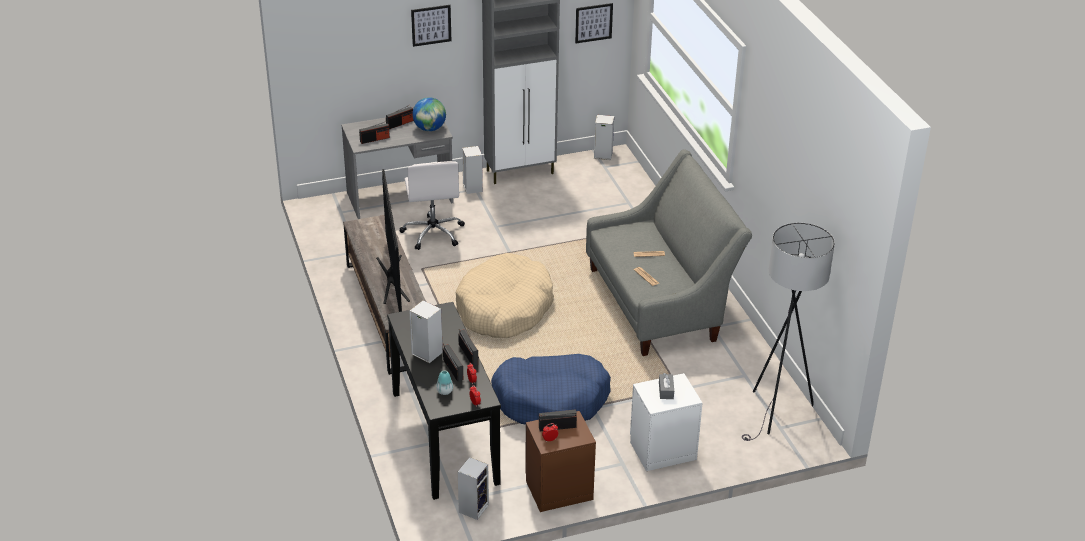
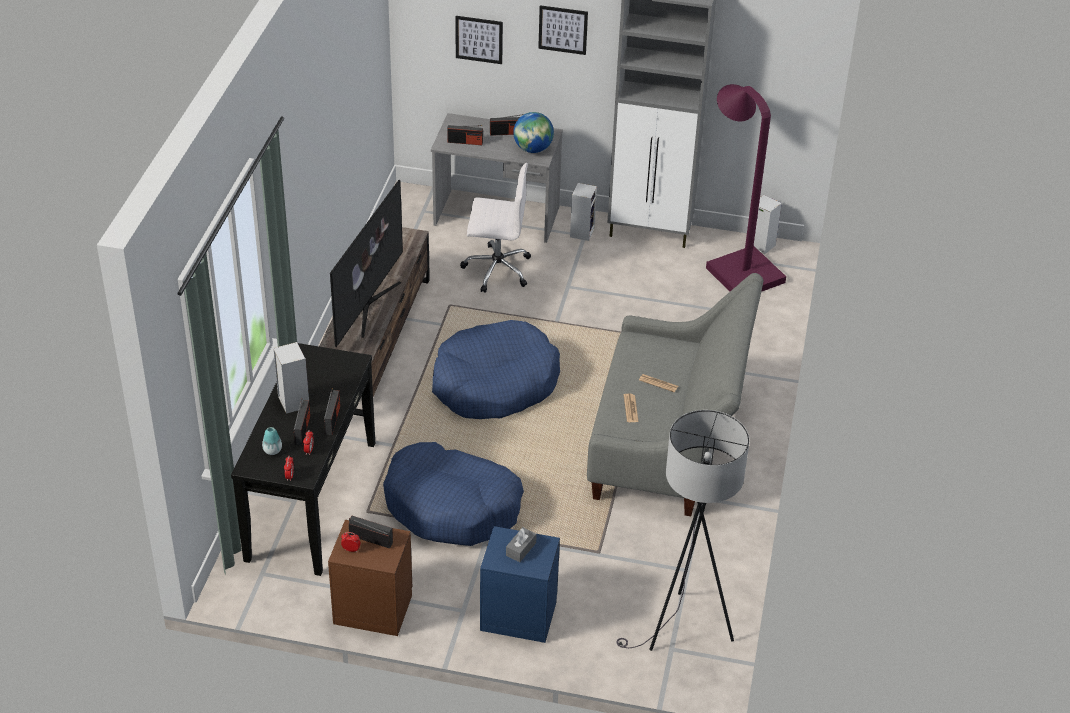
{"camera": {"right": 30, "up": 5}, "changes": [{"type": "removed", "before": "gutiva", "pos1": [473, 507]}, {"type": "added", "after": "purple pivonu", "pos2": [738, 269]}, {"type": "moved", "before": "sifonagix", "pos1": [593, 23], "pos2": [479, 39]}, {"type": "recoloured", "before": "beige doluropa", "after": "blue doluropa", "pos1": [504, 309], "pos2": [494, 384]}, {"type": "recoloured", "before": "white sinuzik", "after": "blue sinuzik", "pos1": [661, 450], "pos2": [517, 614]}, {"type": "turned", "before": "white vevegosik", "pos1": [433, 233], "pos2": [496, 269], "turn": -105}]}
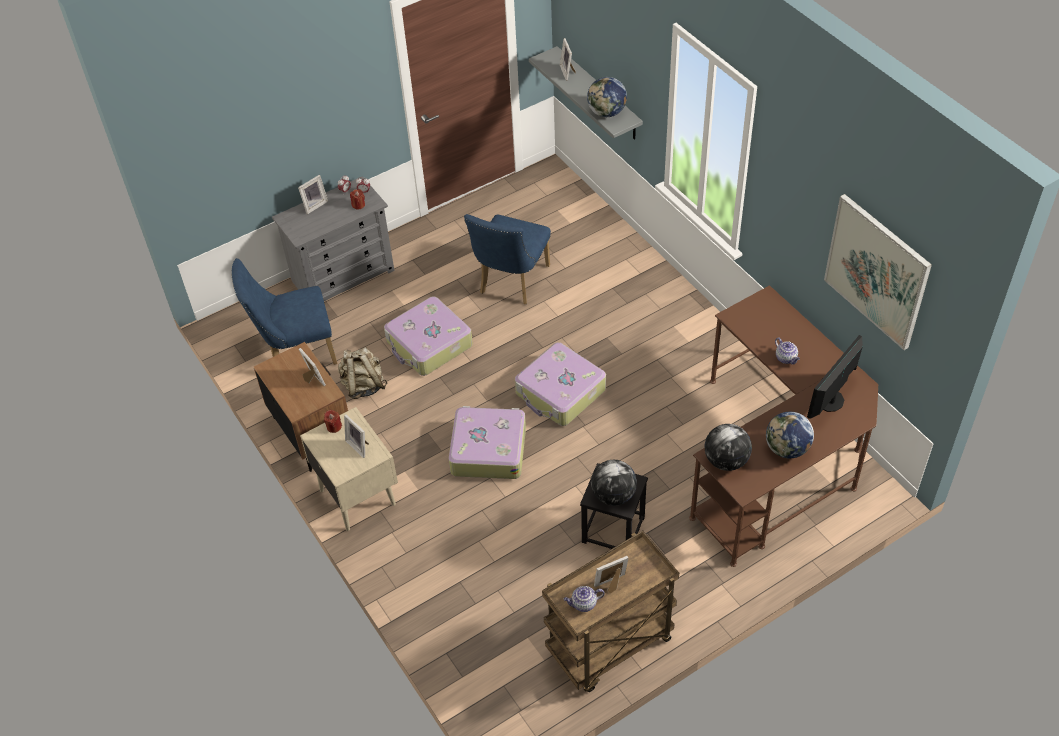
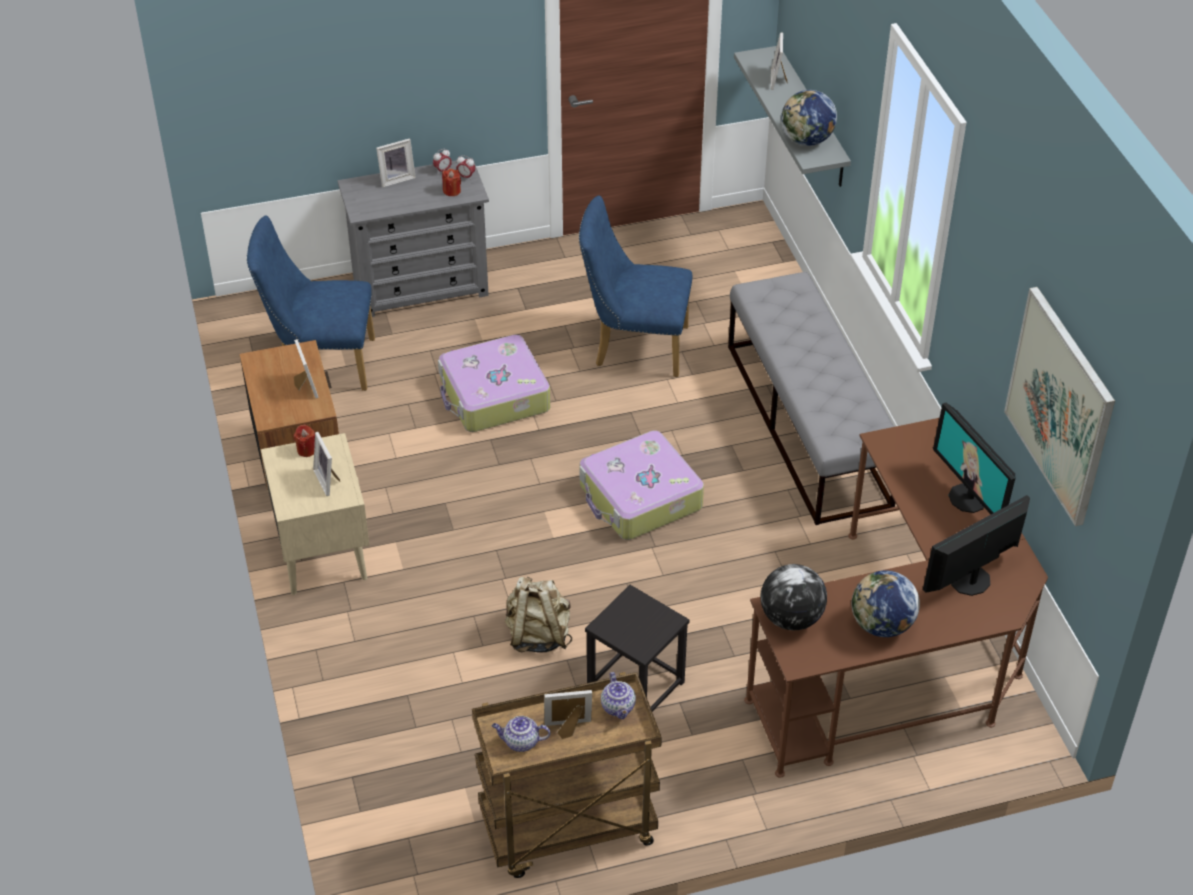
{"camera": {"right": 15, "up": -5}, "changes": [{"type": "removed", "before": "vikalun", "pos1": [488, 449]}, {"type": "removed", "before": "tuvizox", "pos1": [613, 495]}, {"type": "added", "after": "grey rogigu", "pos2": [808, 425]}, {"type": "added", "after": "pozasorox", "pos2": [968, 498]}, {"type": "moved", "before": "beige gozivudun", "pos1": [363, 385], "pos2": [538, 635]}, {"type": "moved", "before": "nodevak", "pos1": [786, 358], "pos2": [618, 707]}, {"type": "turned", "before": "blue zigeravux", "pos1": [511, 282], "pos2": [633, 346], "turn": 60}]}
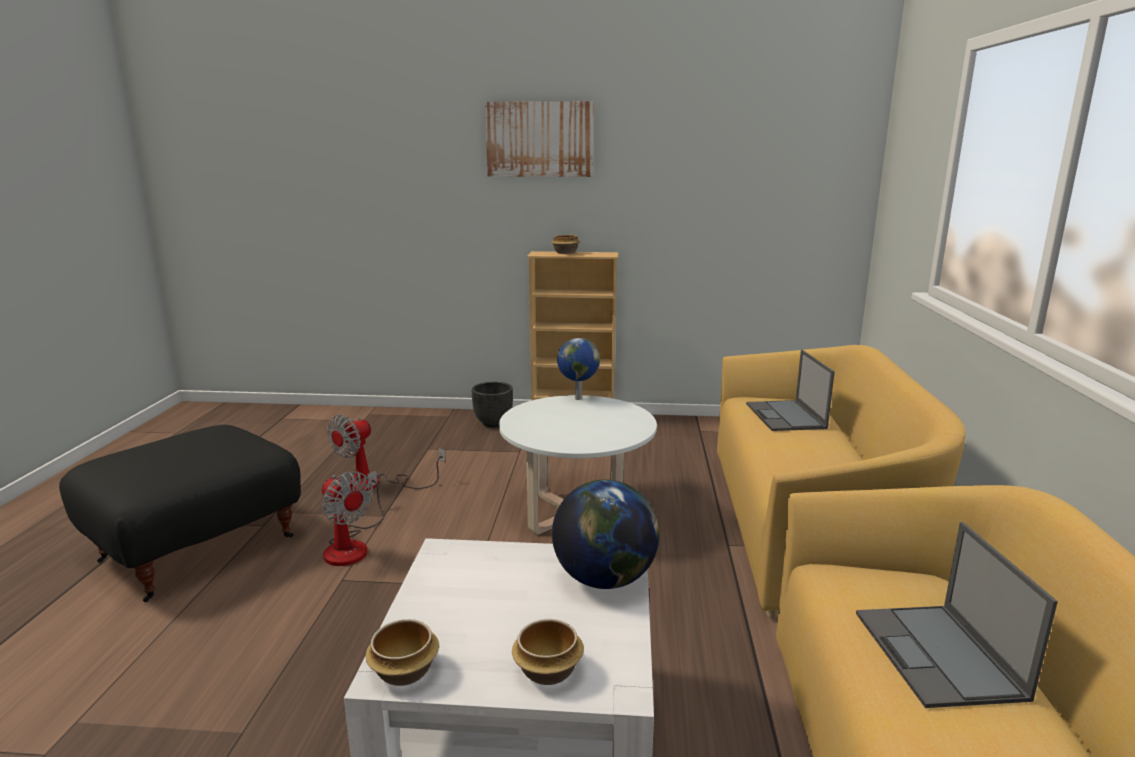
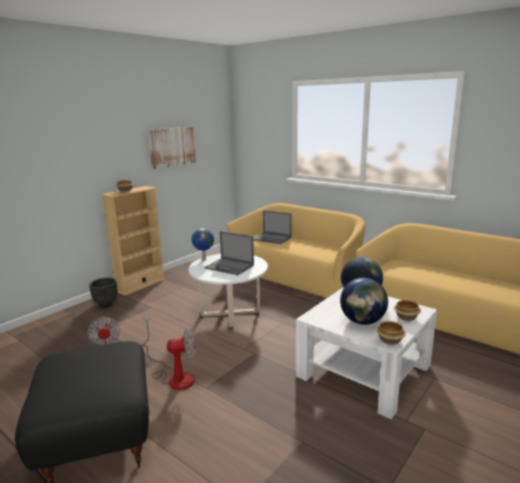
{"camera": {"right": -55, "up": 0}, "changes": [{"type": "added", "after": "tuvizox", "pos2": [362, 321]}, {"type": "moved", "before": "sifonagix", "pos1": [540, 139], "pos2": [172, 146]}, {"type": "moved", "before": "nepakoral", "pos1": [939, 655], "pos2": [230, 266]}]}
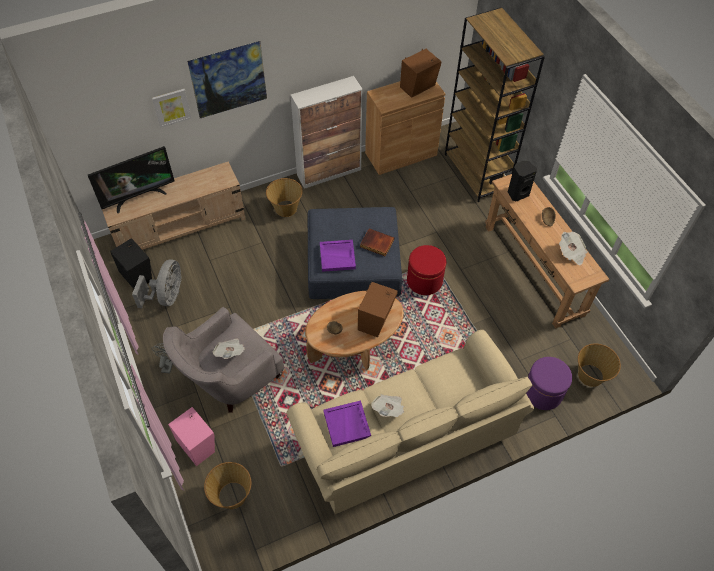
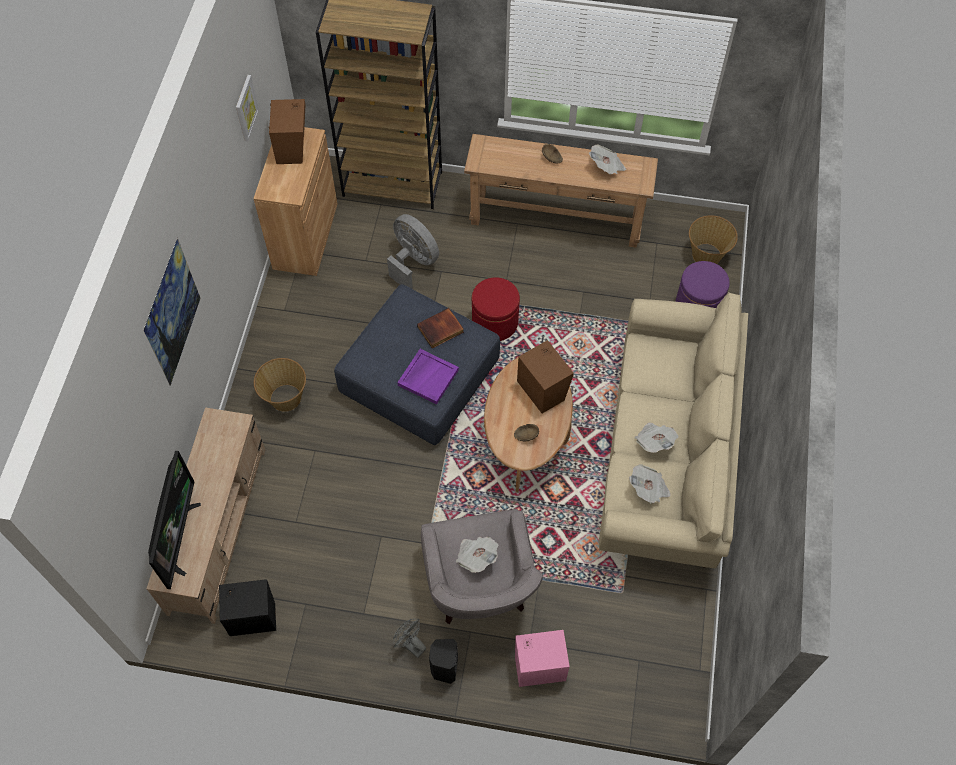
{"camera": {"right": -55, "up": 5}, "changes": [{"type": "removed", "before": "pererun", "pos1": [232, 495]}, {"type": "removed", "before": "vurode", "pos1": [329, 172]}, {"type": "moved", "before": "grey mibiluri", "pos1": [167, 296], "pos2": [413, 262]}, {"type": "moved", "before": "sifonagix", "pos1": [171, 107], "pos2": [246, 108]}, {"type": "moved", "before": "black gutiva", "pos1": [517, 193], "pos2": [444, 668]}, {"type": "replaced", "before": "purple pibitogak", "after": "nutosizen", "pos1": [347, 424], "pos2": [648, 489]}]}
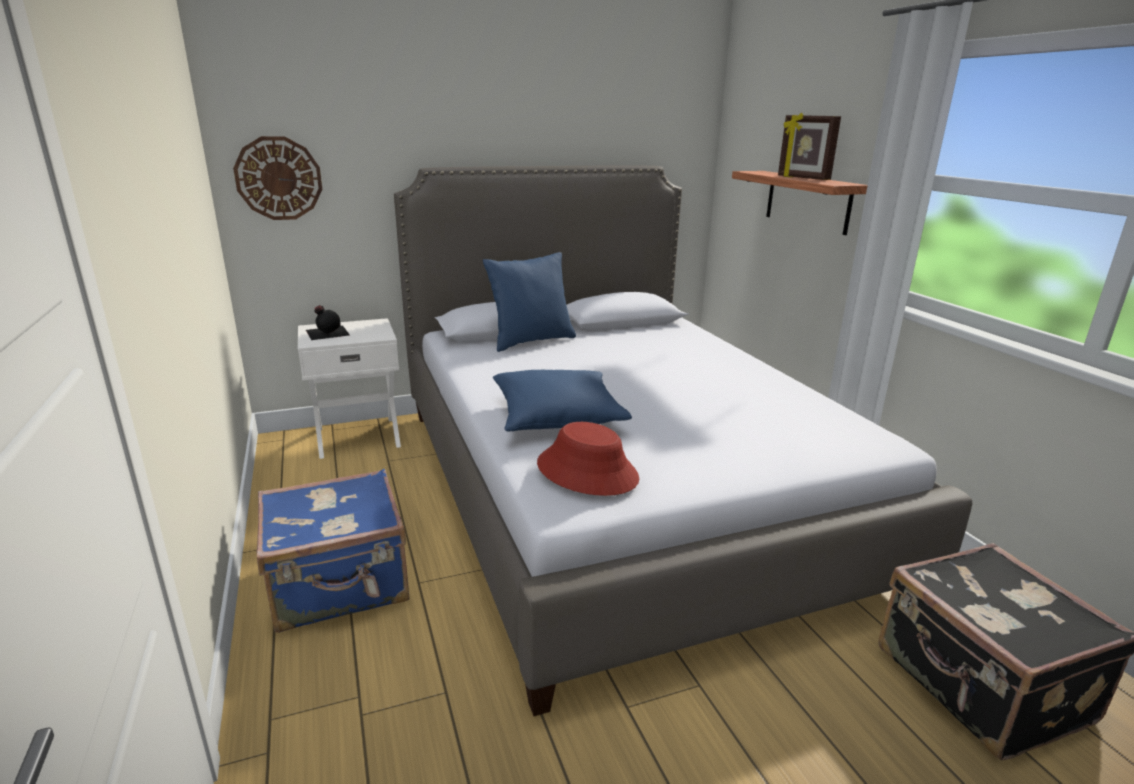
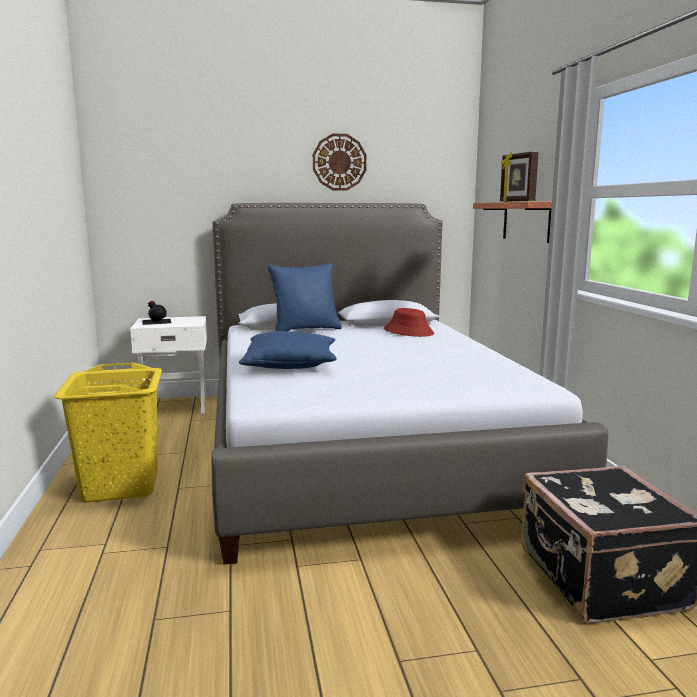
{"camera": {"right": 10, "up": -10}, "changes": [{"type": "moved", "before": "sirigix", "pos1": [279, 178], "pos2": [339, 162]}, {"type": "moved", "before": "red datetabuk", "pos1": [587, 471], "pos2": [408, 332]}, {"type": "replaced", "before": "blue vikalun", "after": "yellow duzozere", "pos1": [340, 585], "pos2": [121, 485]}]}
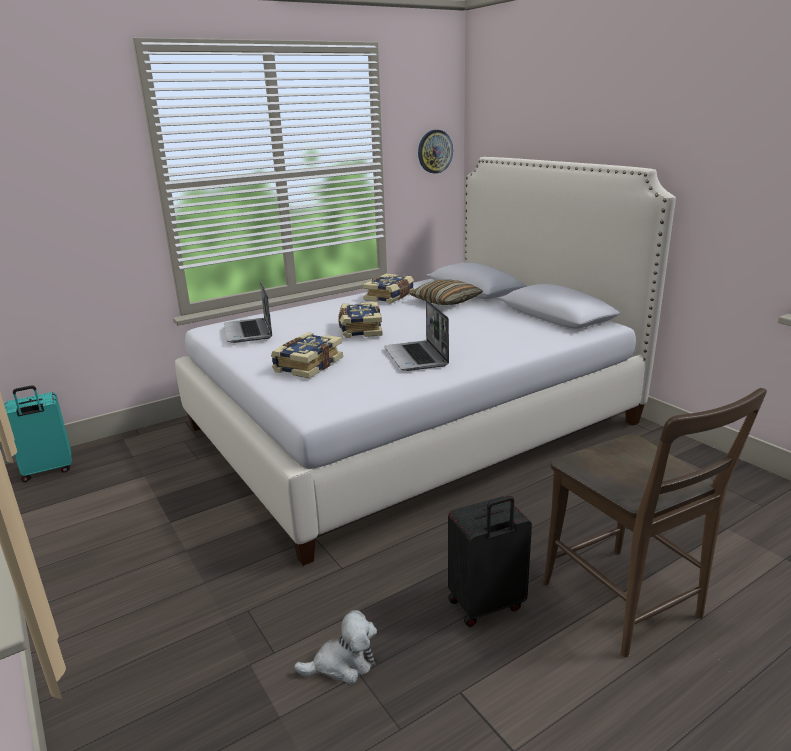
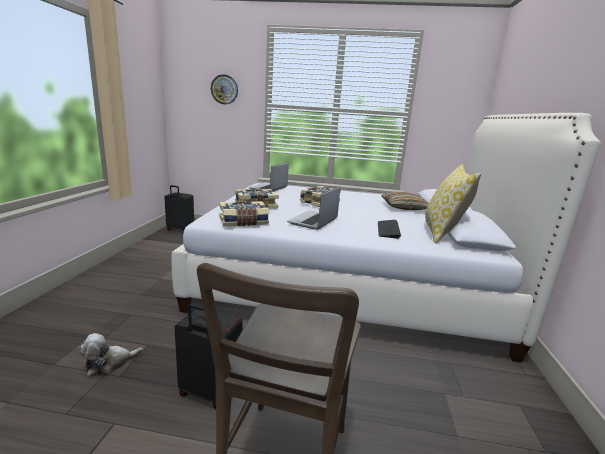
{"camera": {"right": 40, "up": -5}, "changes": [{"type": "added", "after": "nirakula", "pos2": [388, 229]}, {"type": "added", "after": "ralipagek", "pos2": [442, 233]}, {"type": "moved", "before": "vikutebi", "pos1": [390, 297], "pos2": [244, 222]}, {"type": "moved", "before": "sirigix", "pos1": [434, 151], "pos2": [224, 89]}, {"type": "recoloured", "before": "turquoise vikalun", "after": "black vikalun", "pos1": [48, 470], "pos2": [179, 230]}, {"type": "turned", "before": "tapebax", "pos1": [342, 664], "pos2": [109, 363], "turn": 120}]}
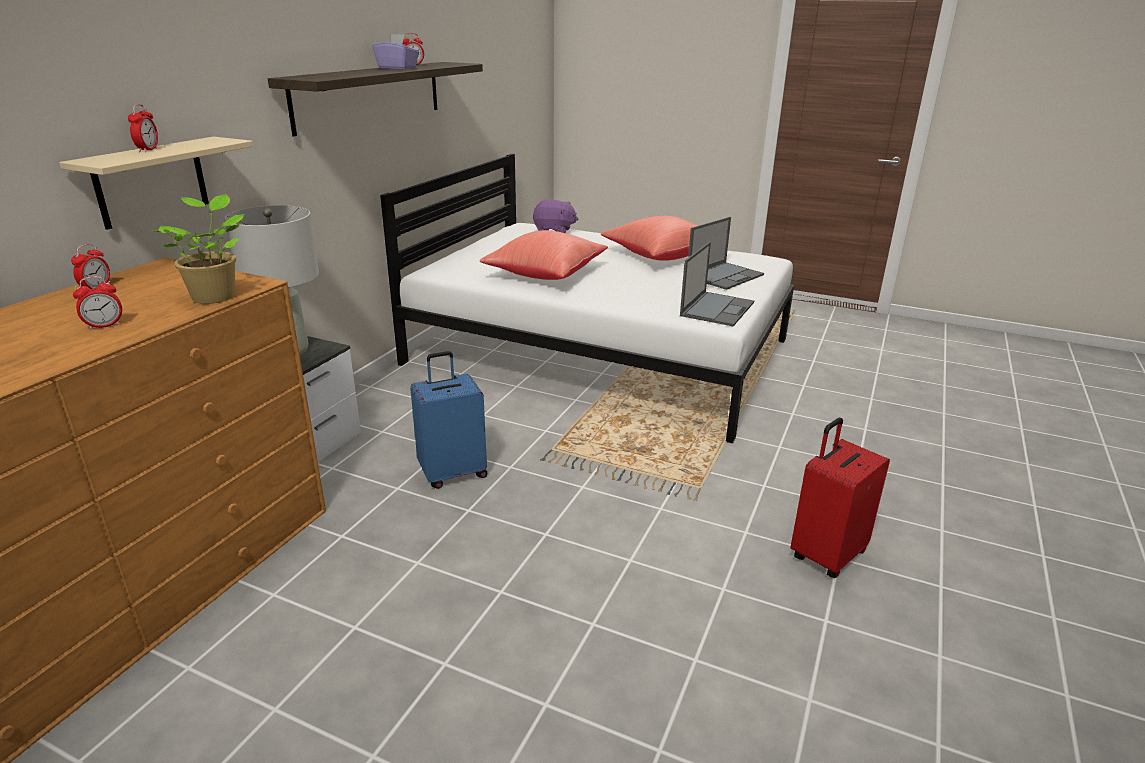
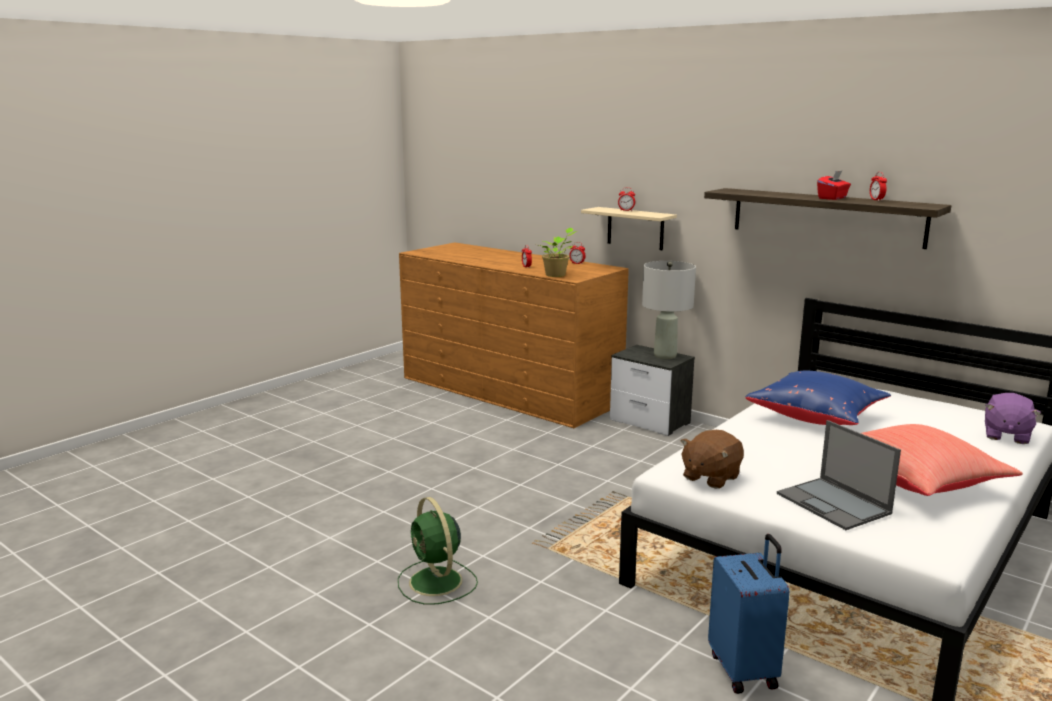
{"camera": {"right": 105, "up": -10}, "changes": [{"type": "moved", "before": "blue vikalun", "pos1": [453, 473], "pos2": [744, 670]}, {"type": "replaced", "before": "nepakoral", "after": "brown tapebax", "pos1": [717, 309], "pos2": [710, 477]}, {"type": "replaced", "before": "red vikalun", "after": "green mibiluri", "pos1": [826, 554], "pos2": [436, 582]}, {"type": "recoloured", "before": "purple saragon", "after": "red saragon", "pos1": [397, 68], "pos2": [832, 198]}, {"type": "recoloured", "before": "red ralipagek", "after": "blue ralipagek", "pos1": [544, 274], "pos2": [817, 417]}]}
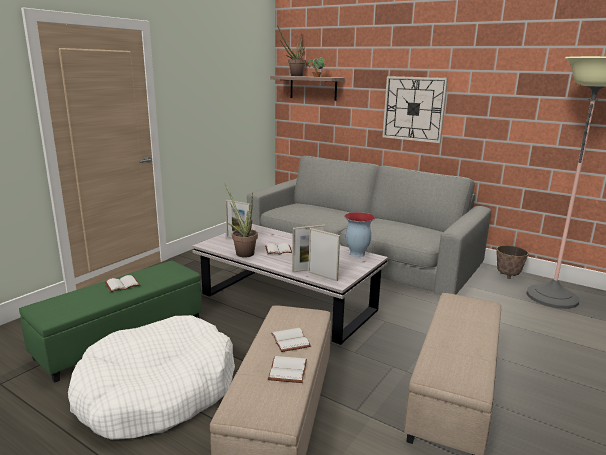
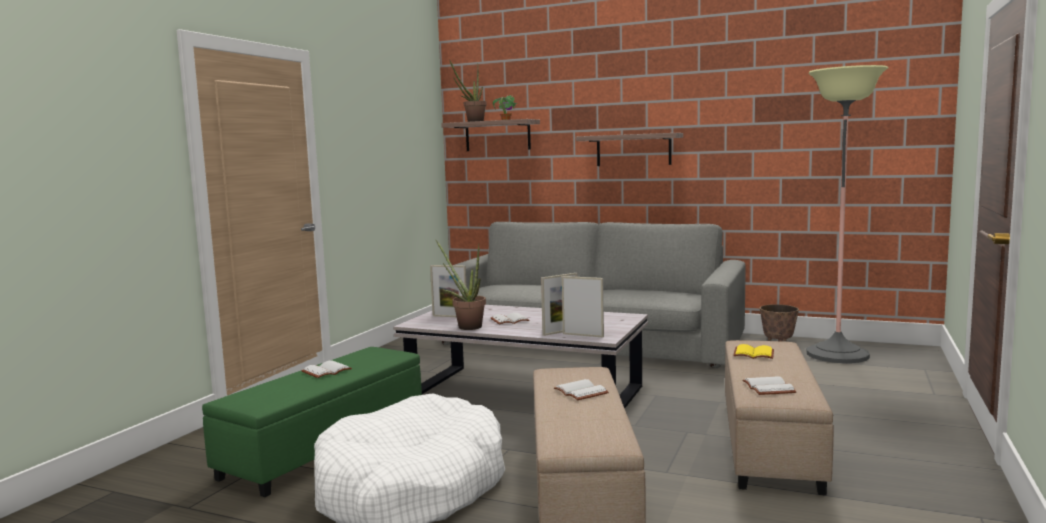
{"camera": {"right": -10, "up": -10}, "changes": [{"type": "removed", "before": "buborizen", "pos1": [356, 254]}, {"type": "added", "after": "yellow vikutebi", "pos2": [754, 353]}, {"type": "moved", "before": "white vikutebi", "pos1": [286, 370], "pos2": [767, 388]}, {"type": "replaced", "before": "sirigix", "after": "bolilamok", "pos1": [414, 109], "pos2": [633, 150]}]}
